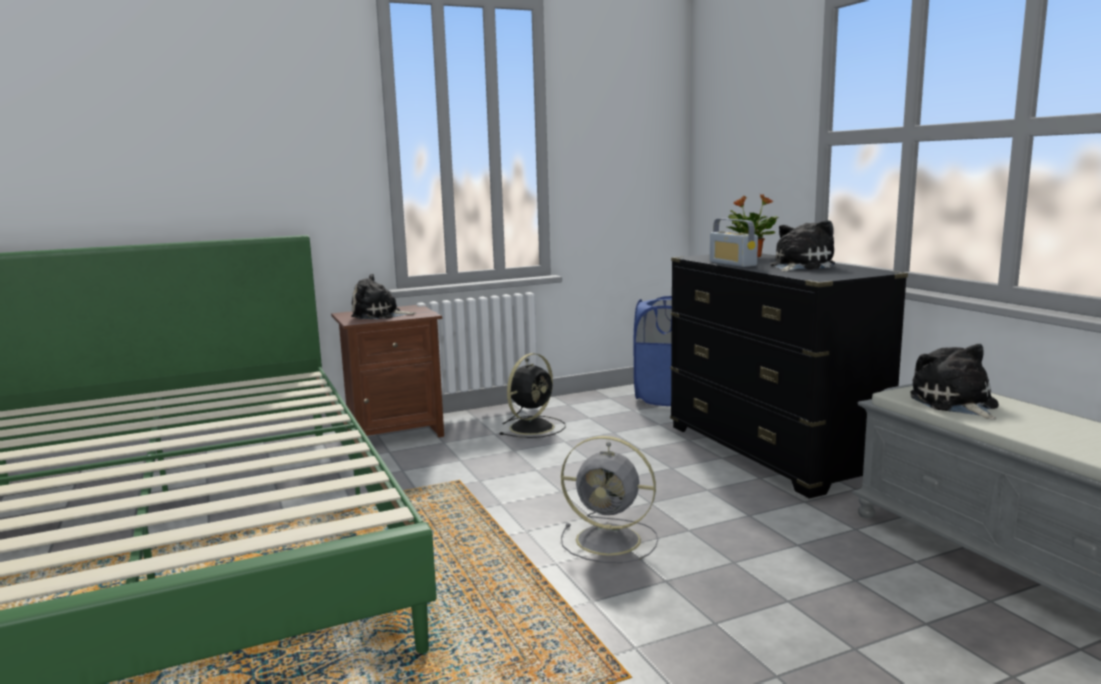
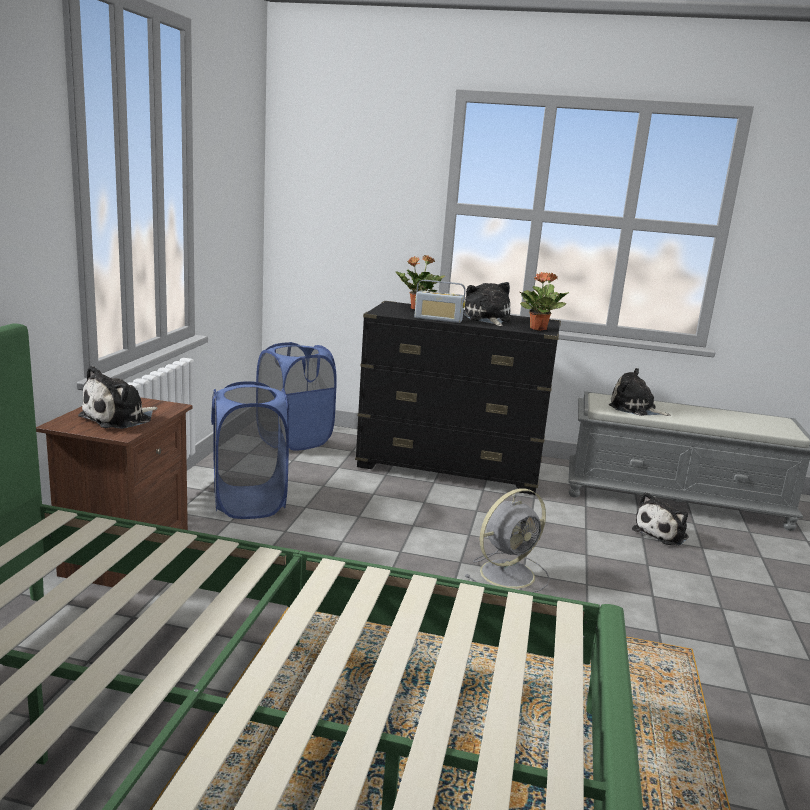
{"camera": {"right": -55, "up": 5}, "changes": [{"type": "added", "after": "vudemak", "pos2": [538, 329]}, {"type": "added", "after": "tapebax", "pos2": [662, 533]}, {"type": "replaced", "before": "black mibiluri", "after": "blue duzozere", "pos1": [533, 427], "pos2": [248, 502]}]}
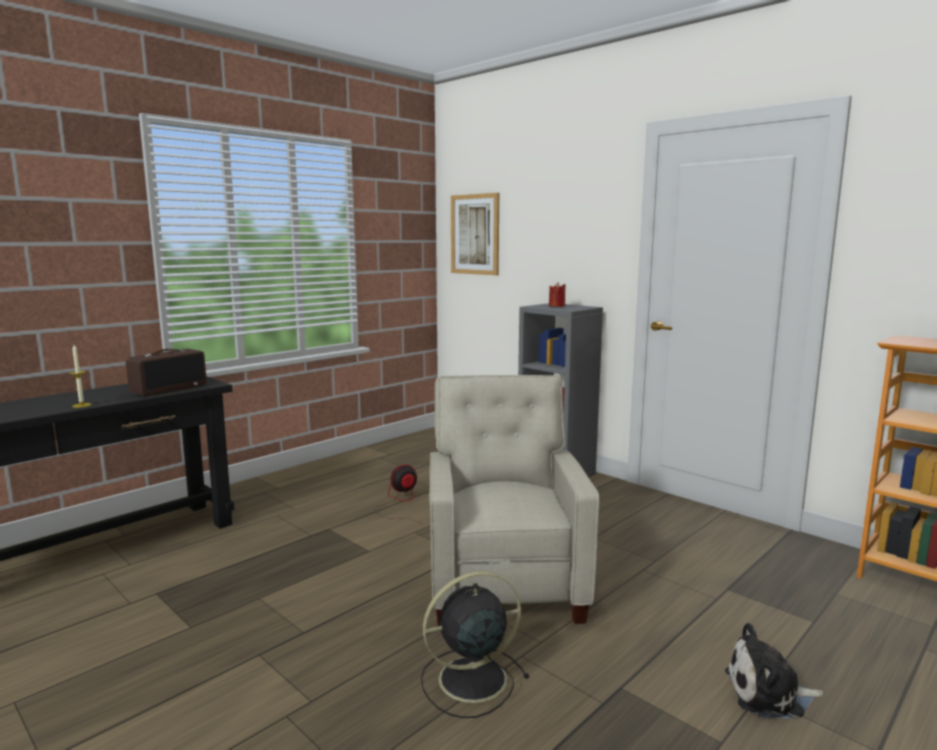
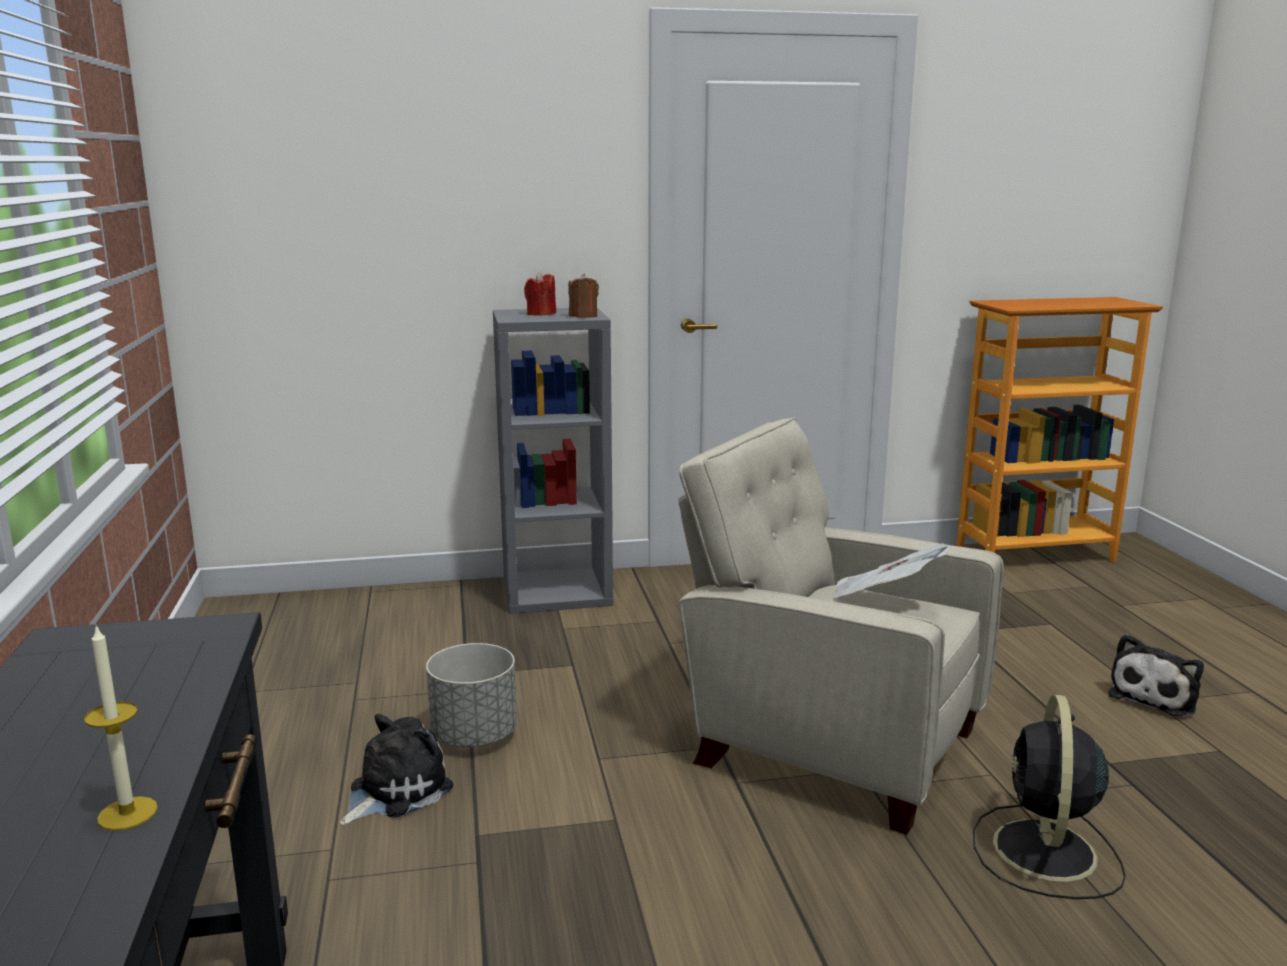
{"camera": {"right": -55, "up": 5}, "changes": [{"type": "removed", "before": "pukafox", "pos1": [169, 388]}, {"type": "removed", "before": "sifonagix", "pos1": [475, 234]}, {"type": "added", "after": "tapebax", "pos2": [395, 791]}, {"type": "added", "after": "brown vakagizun", "pos2": [583, 316]}, {"type": "added", "after": "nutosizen", "pos2": [884, 600]}, {"type": "replaced", "before": "mibiluri", "after": "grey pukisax", "pos1": [400, 503], "pos2": [474, 735]}]}
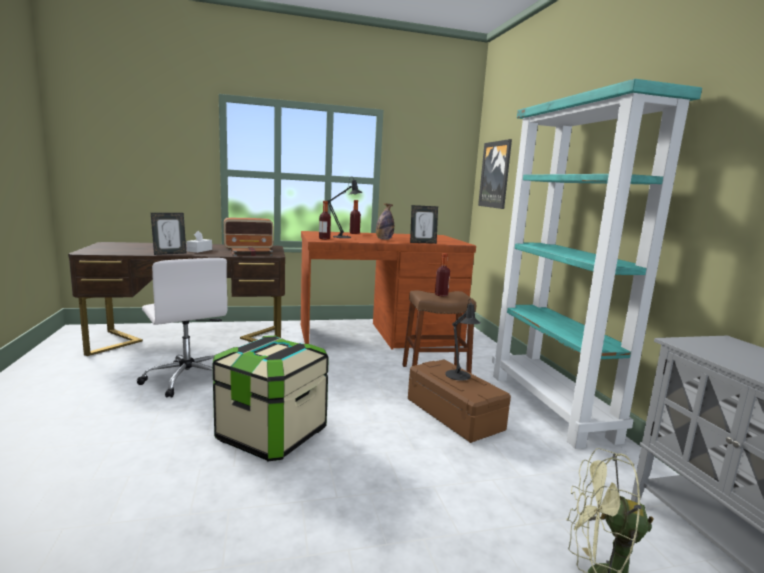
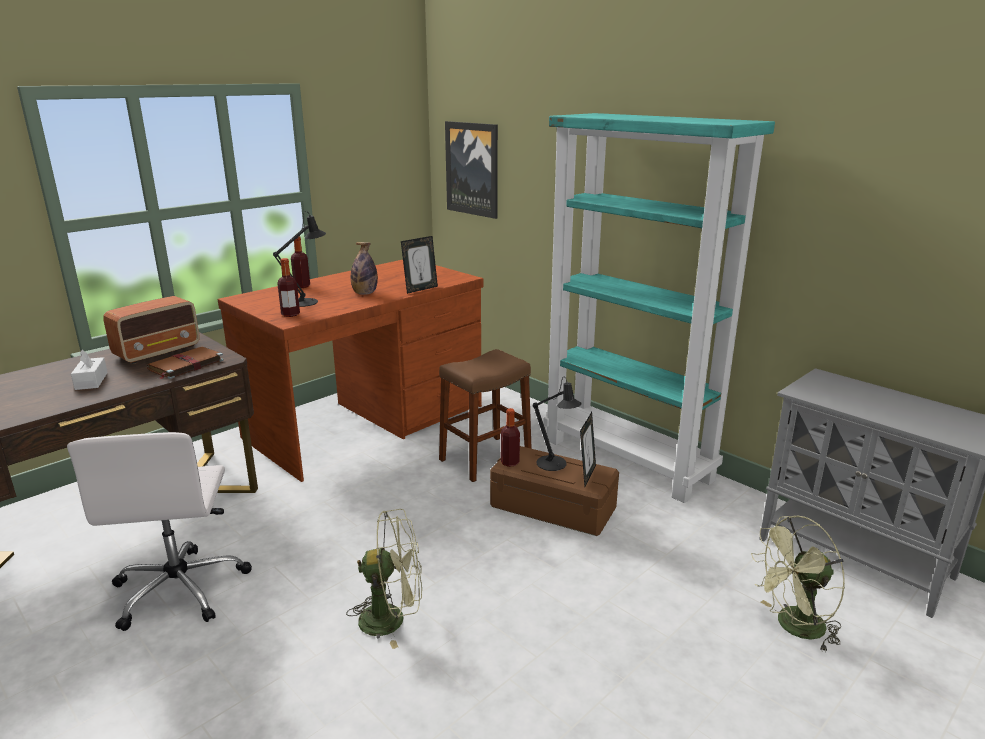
{"camera": {"right": -30, "up": 10}, "changes": [{"type": "moved", "before": "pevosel", "pos1": [169, 253], "pos2": [586, 475]}, {"type": "moved", "before": "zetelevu", "pos1": [441, 295], "pos2": [510, 462]}, {"type": "replaced", "before": "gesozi", "after": "green mibiluri", "pos1": [271, 434], "pos2": [392, 618]}, {"type": "turned", "before": "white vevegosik", "pos1": [187, 378], "pos2": [181, 588], "turn": 60}]}
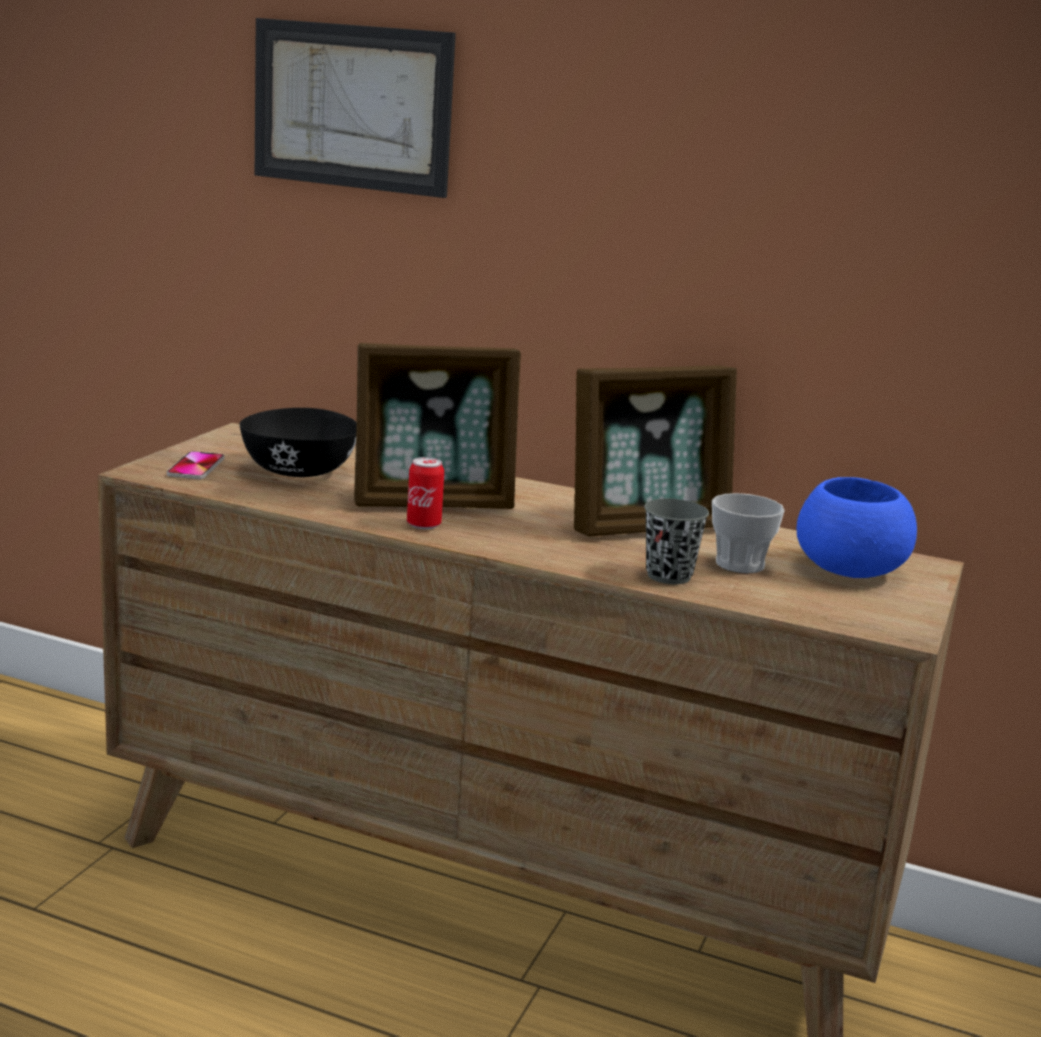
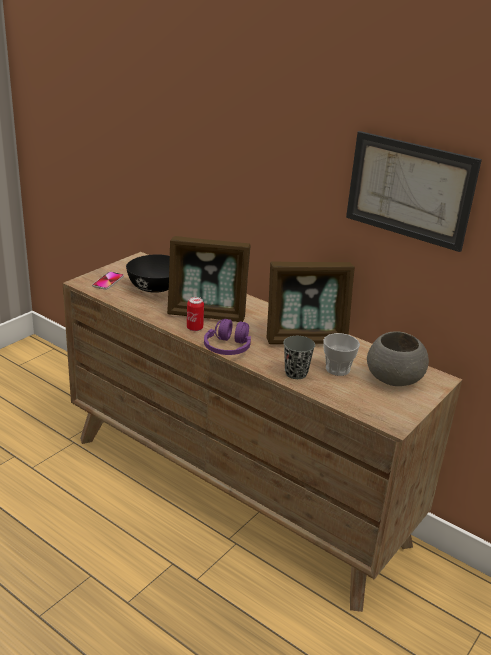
{"camera": {"right": 15, "up": 10}, "changes": [{"type": "added", "after": "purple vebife", "pos2": [228, 348]}, {"type": "moved", "before": "sifonagix", "pos1": [352, 107], "pos2": [410, 190]}, {"type": "recoloured", "before": "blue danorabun", "after": "grey danorabun", "pos1": [847, 570], "pos2": [392, 379]}]}
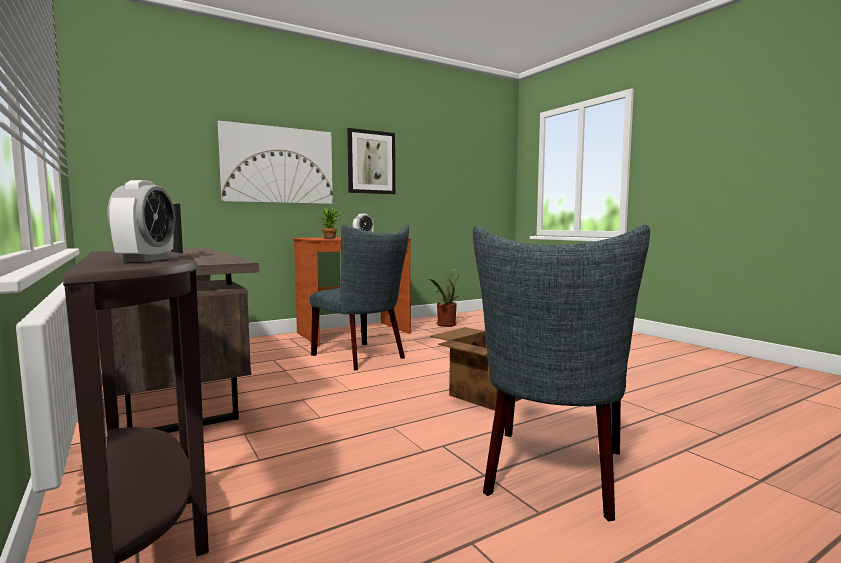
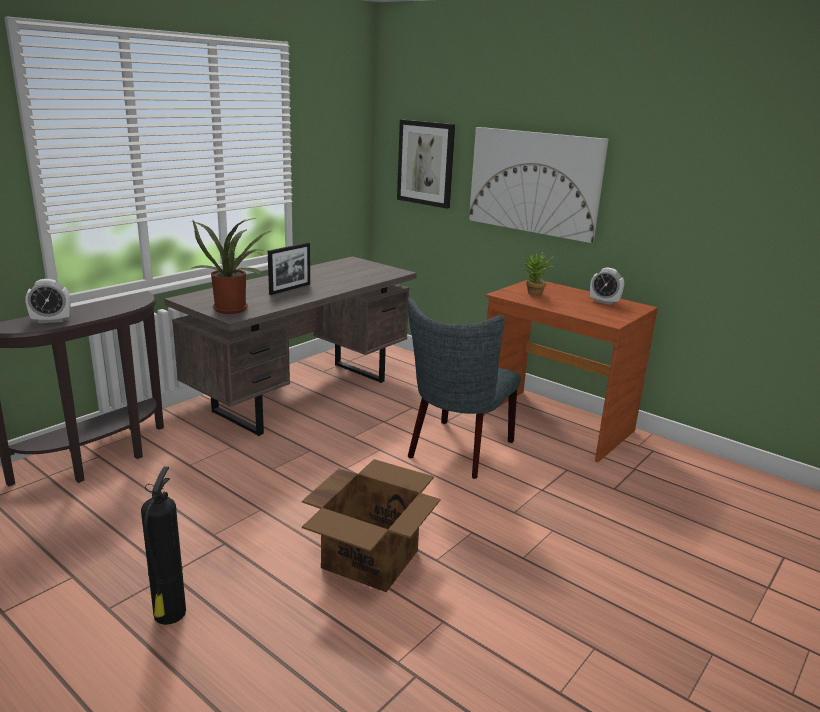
{"camera": {"right": 70, "up": 15}, "changes": [{"type": "moved", "before": "sifonagix", "pos1": [371, 162], "pos2": [426, 163]}, {"type": "moved", "before": "vudemak", "pos1": [444, 324], "pos2": [233, 308]}, {"type": "replaced", "before": "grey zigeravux", "after": "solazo", "pos1": [553, 476], "pos2": [169, 615]}]}
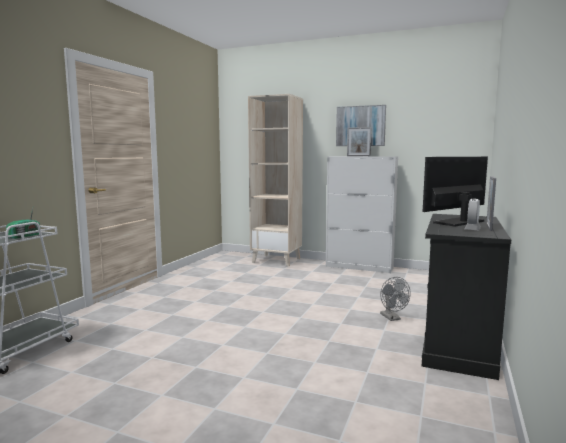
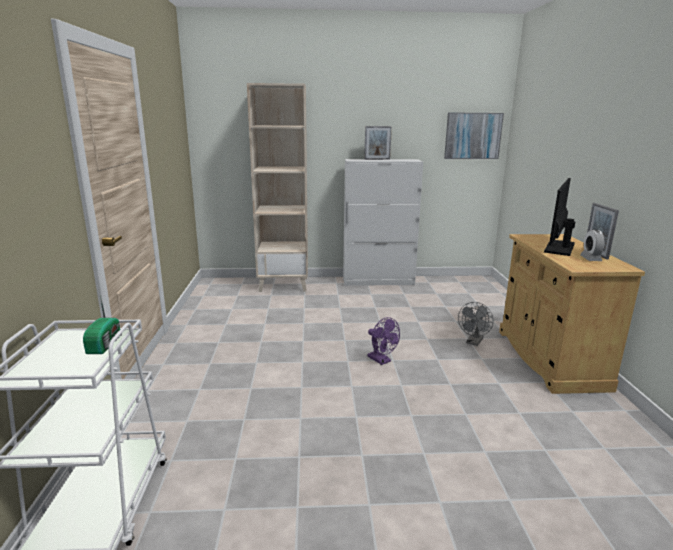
{"camera": {"right": -25, "up": 10}, "changes": [{"type": "added", "after": "purple mibiluri", "pos2": [382, 360]}, {"type": "moved", "before": "sifonagix", "pos1": [360, 126], "pos2": [472, 136]}, {"type": "recoloured", "before": "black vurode", "after": "beige vurode", "pos1": [457, 342], "pos2": [549, 358]}, {"type": "turned", "before": "grey mibiluri", "pos1": [392, 318], "pos2": [474, 342], "turn": 75}]}
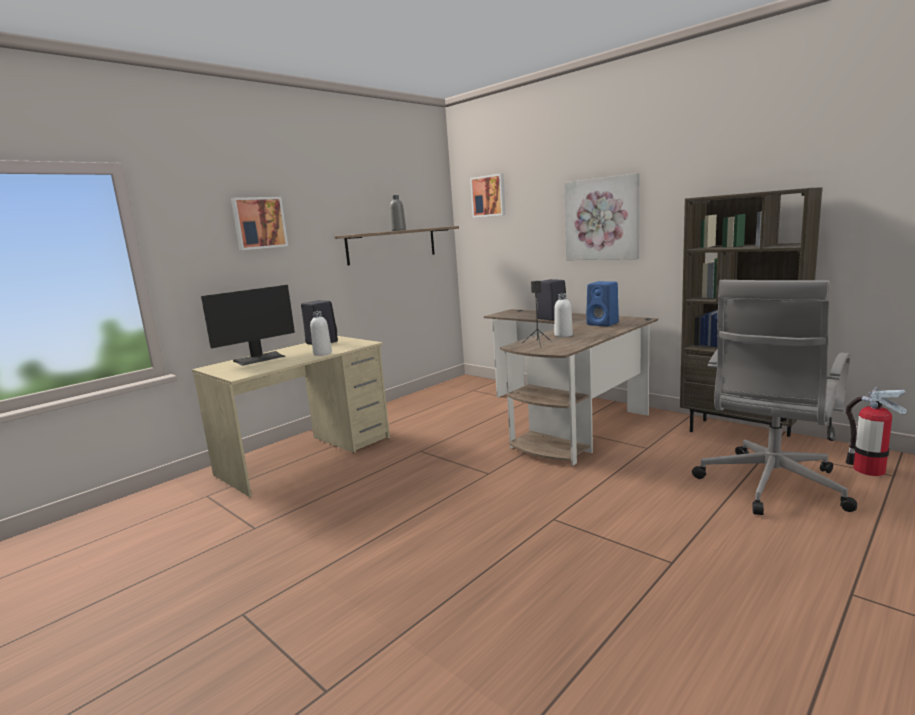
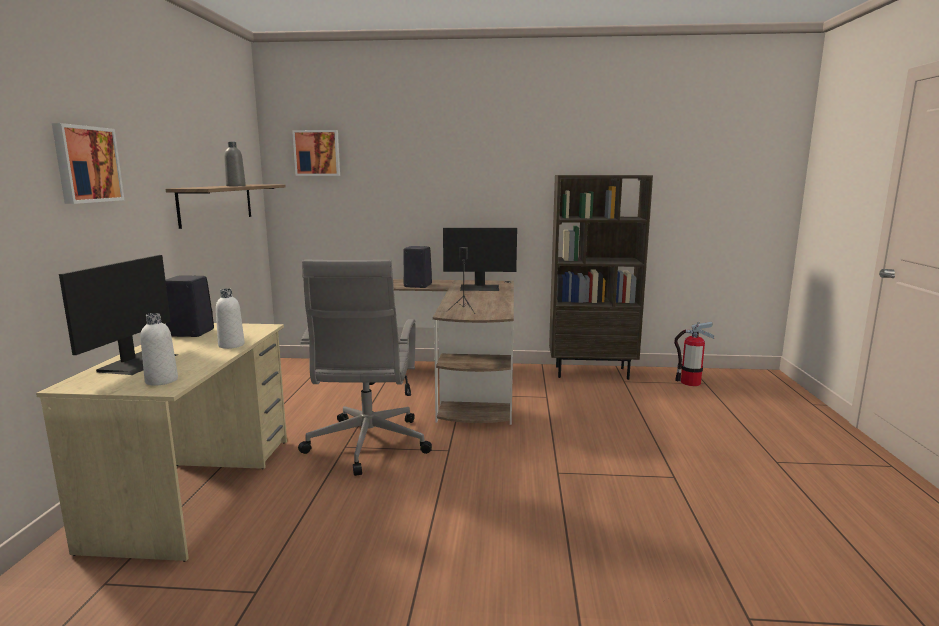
{"camera": {"right": -40, "up": 0}, "changes": [{"type": "removed", "before": "sifonagix", "pos1": [602, 219]}, {"type": "moved", "before": "white zetelevu", "pos1": [563, 335], "pos2": [161, 380]}, {"type": "moved", "before": "grey vevegosik", "pos1": [770, 486], "pos2": [367, 445]}, {"type": "replaced", "before": "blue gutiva", "after": "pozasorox", "pos1": [603, 324], "pos2": [480, 288]}]}
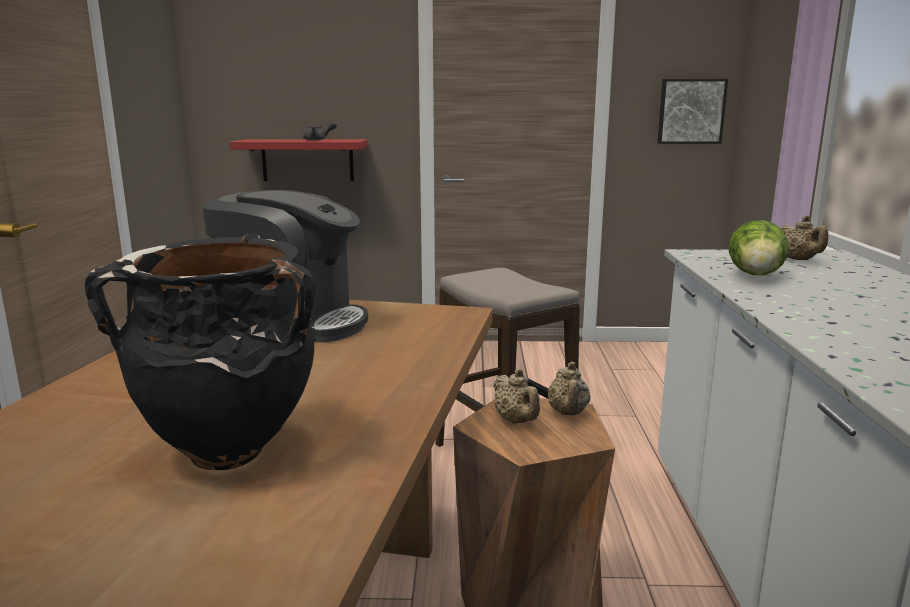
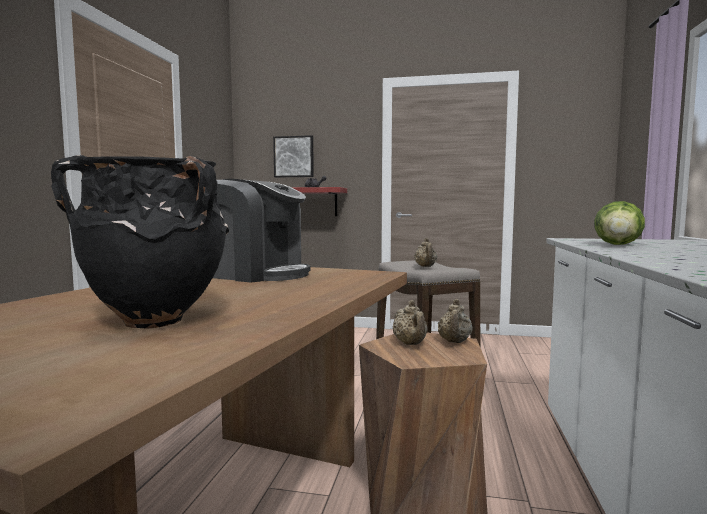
{"camera": {"right": 10, "up": -10}, "changes": [{"type": "moved", "before": "sifonagix", "pos1": [690, 111], "pos2": [294, 157]}, {"type": "moved", "before": "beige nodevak", "pos1": [799, 260], "pos2": [425, 267]}]}
